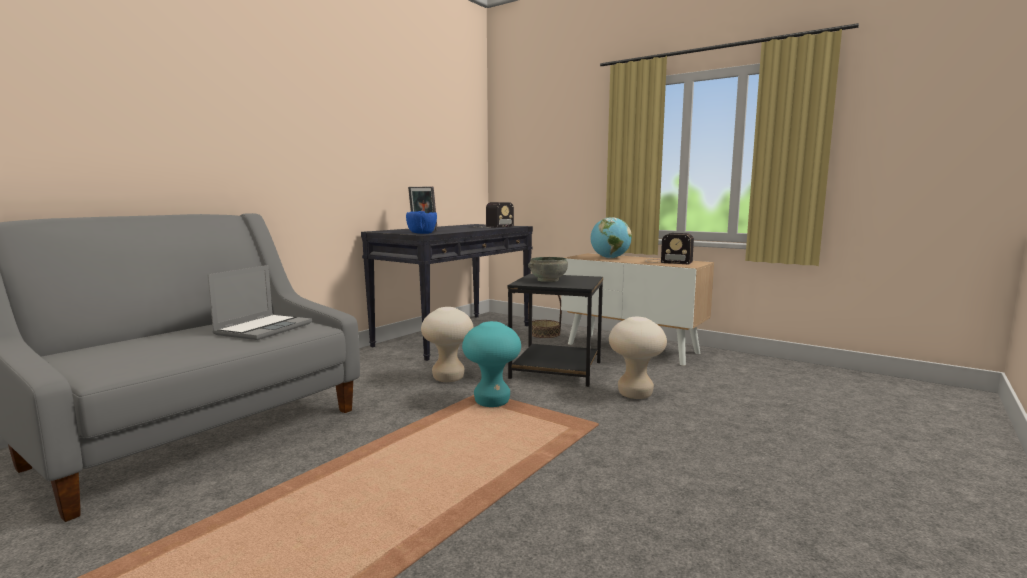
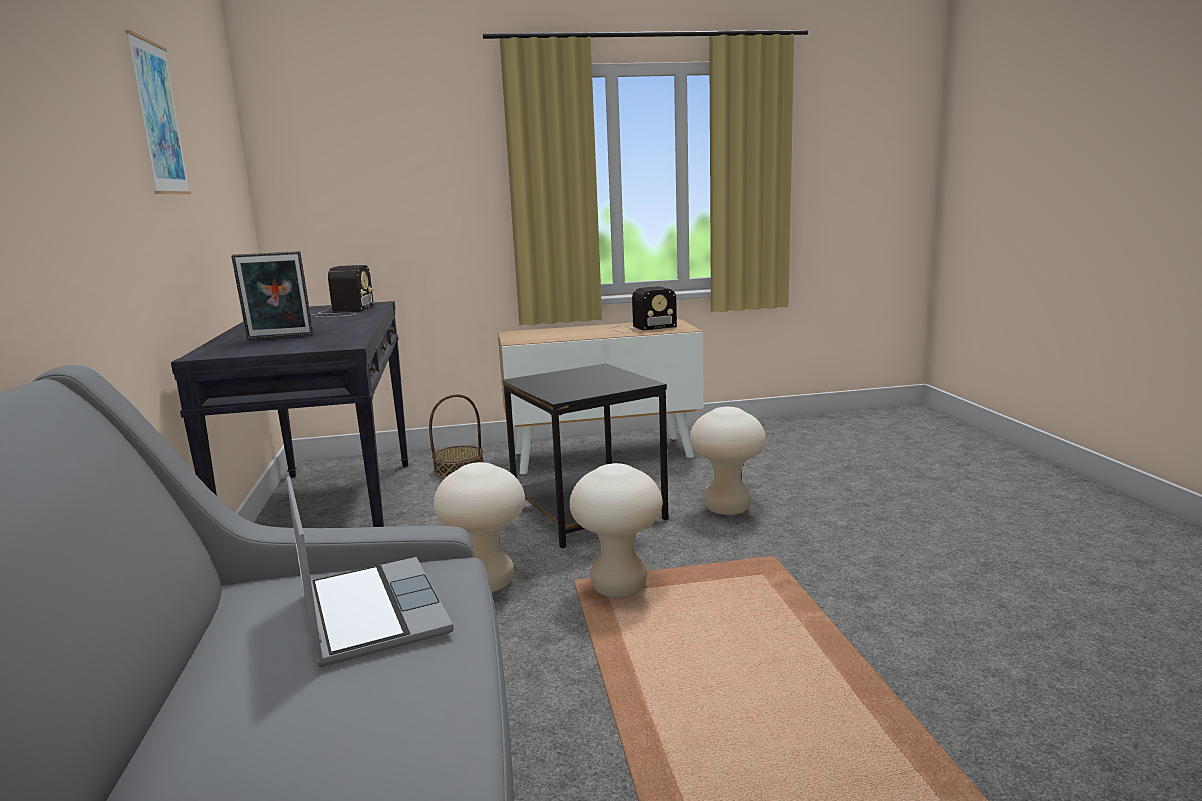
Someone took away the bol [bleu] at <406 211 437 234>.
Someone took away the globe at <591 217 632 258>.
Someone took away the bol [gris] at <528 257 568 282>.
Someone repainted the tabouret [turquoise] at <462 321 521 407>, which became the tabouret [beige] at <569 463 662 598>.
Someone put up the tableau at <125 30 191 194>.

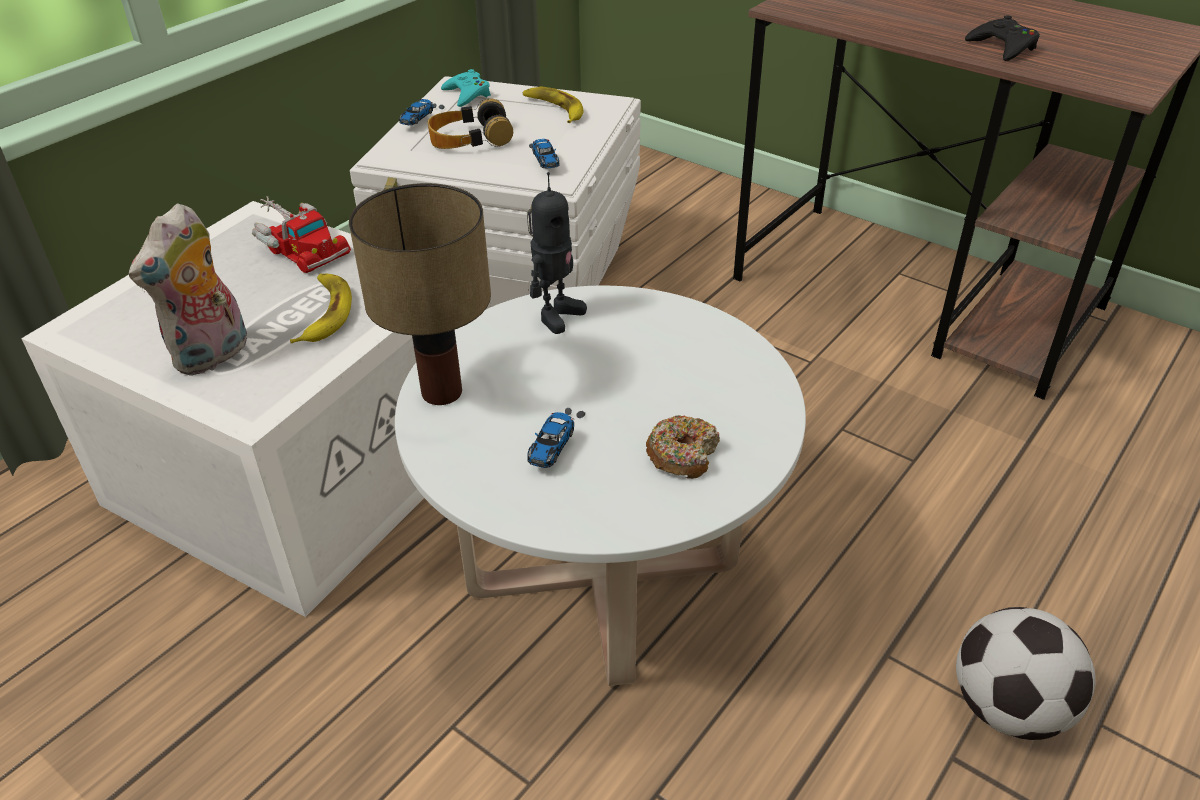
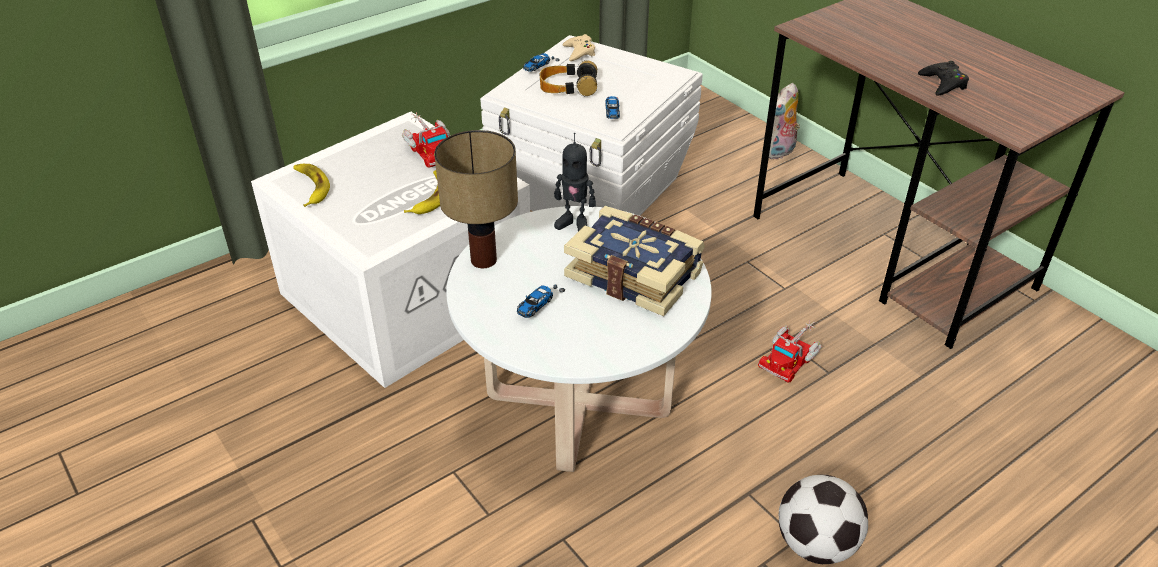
Someone repainted the manette [turquoise] at <441 69 491 107>, which became the manette [beige] at <563 34 595 61>.
Someone carried the banane from <523 87 583 123> to <293 164 330 207>.
Someone rotated the robot jouet at <530 172 587 334> by 60 degrees clockwise.
Someone carried the peluche from <129 203 247 376> to <762 83 800 160>.
Someone took away the beignet at <646 415 720 479>.
Someone put down the livre at <564 206 705 316>.
Someone put down the camion jouet at <758 320 822 382>.

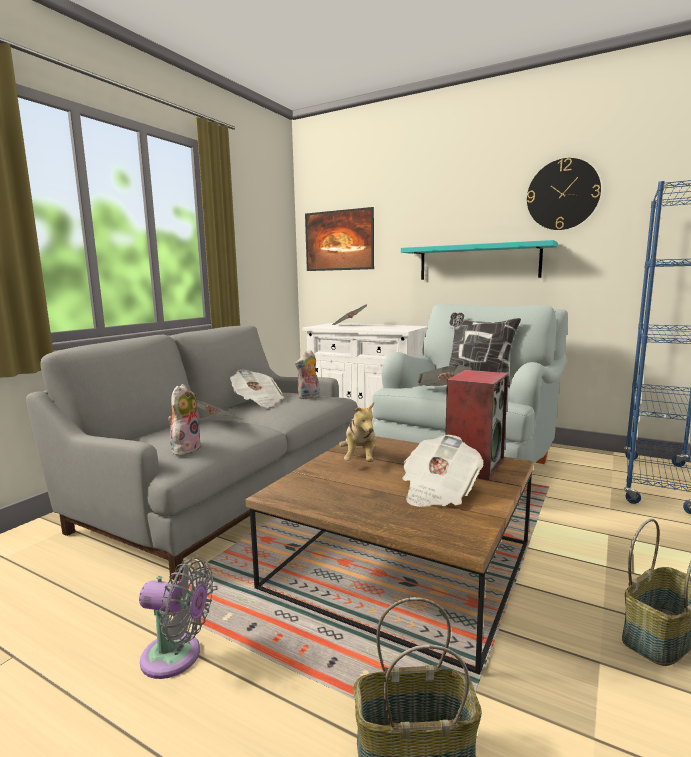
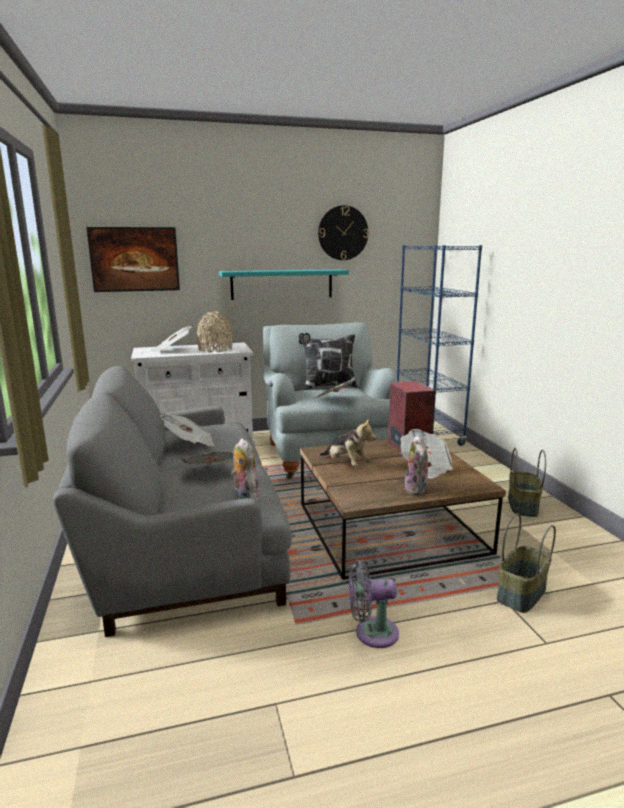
Someone carried the peluche from <295 350 320 399> to <404 435 432 495>.
Someone rotated the ventilateur [gris] at <139 557 213 679> by 150 degrees counterclockwise.
Someone put down the vase [beige] at <197 312 232 352>.

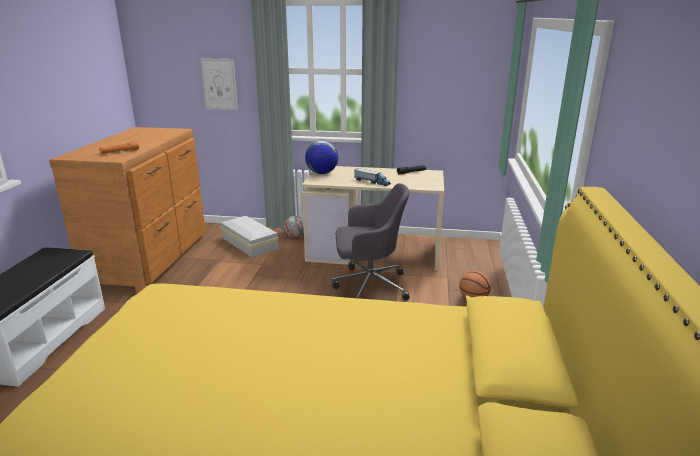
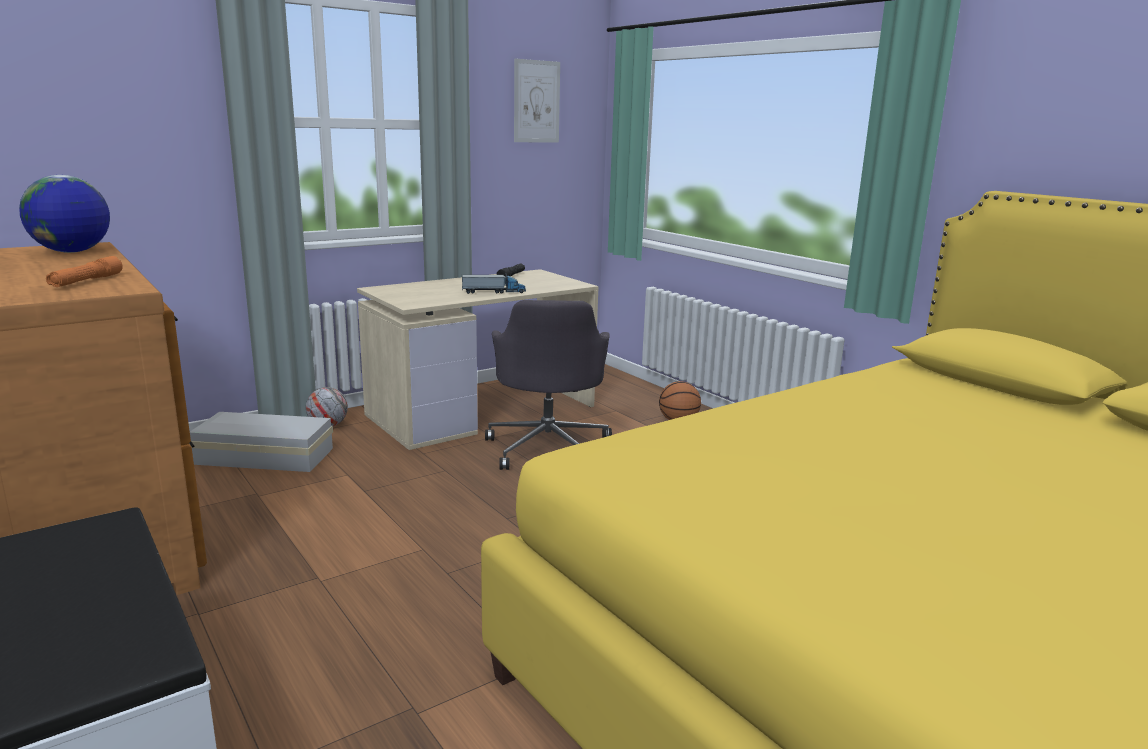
Someone carried the tableau from <200 59 238 110> to <514 58 560 143>.
Someone carried the globe from <305 140 338 174> to <19 175 110 253>.
Someone rotated the chaise de bureau [gris] at <332 183 410 300> by 135 degrees clockwise.

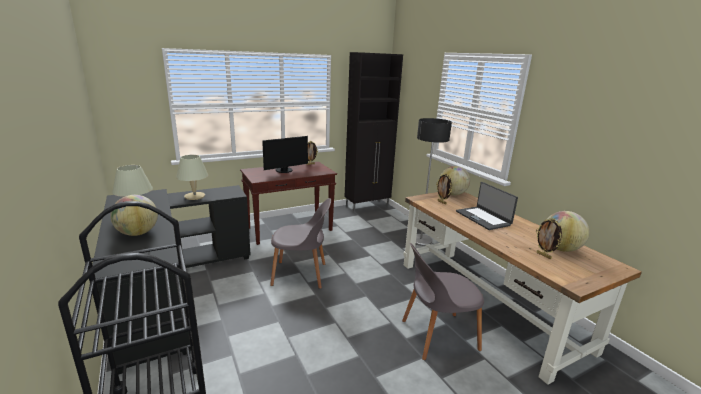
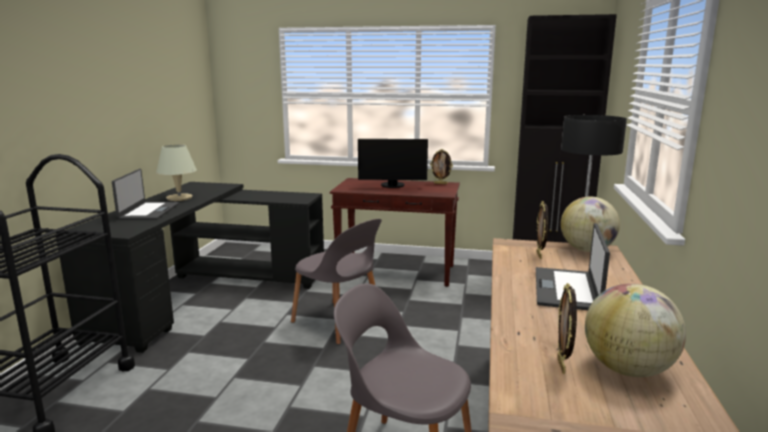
Someone took away the lampe de table [beige] at <176 155 209 200>.
Someone swapped the globe at <110 195 158 236> for the ordinateur portable at <112 169 179 220>.

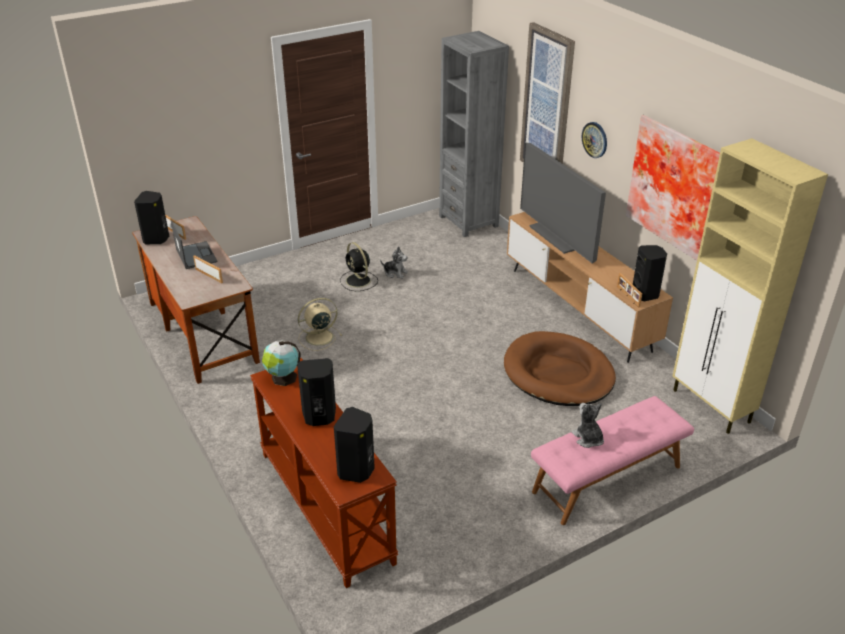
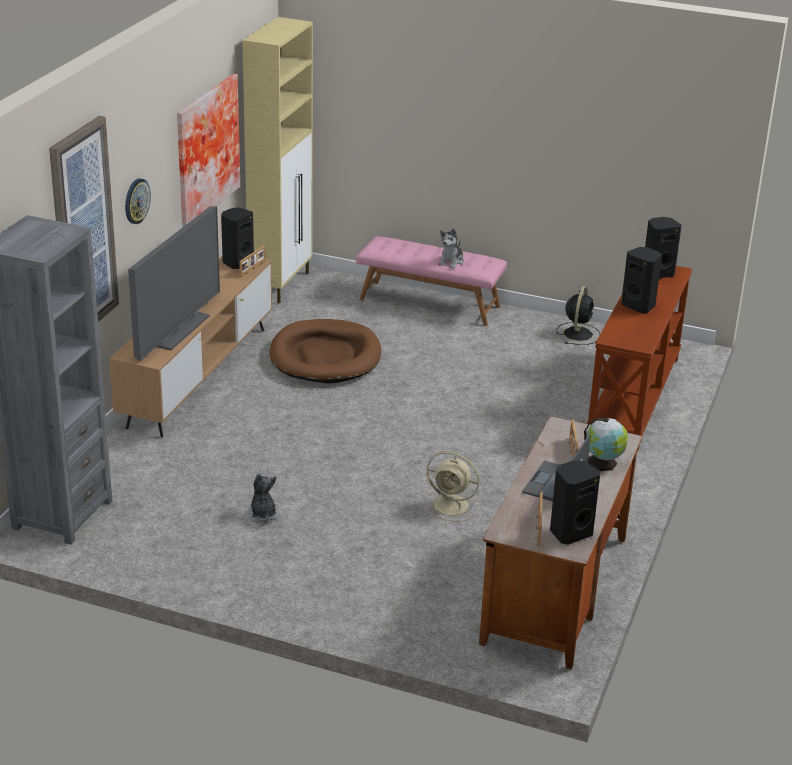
Someone carried the ventilateur [noir] from <340 242 378 291> to <556 286 600 345>.
Someone carried the globe from <262 341 301 386> to <584 418 628 471>.

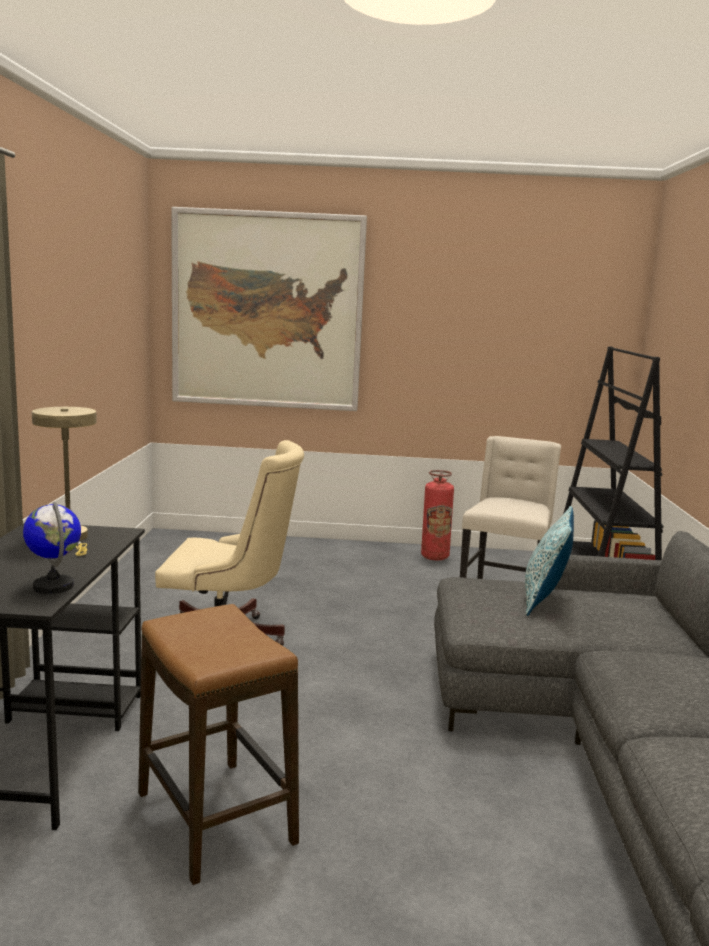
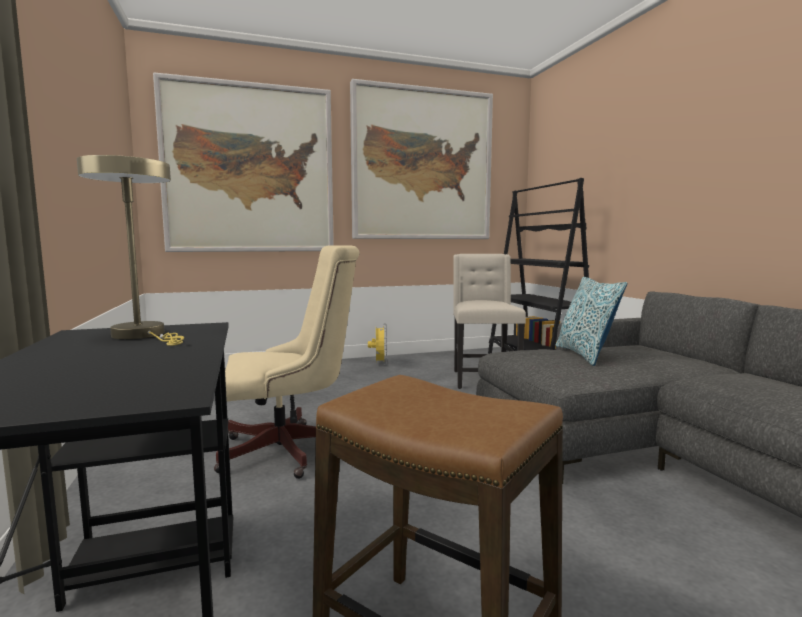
Someone took away the extincteur at <421 470 454 560>.
Someone took away the globe at <23 501 81 594>.
Someone put up the tableau at <350 79 493 239>.
Someone put down the ventilateur [jaune] at <368 323 387 365>.

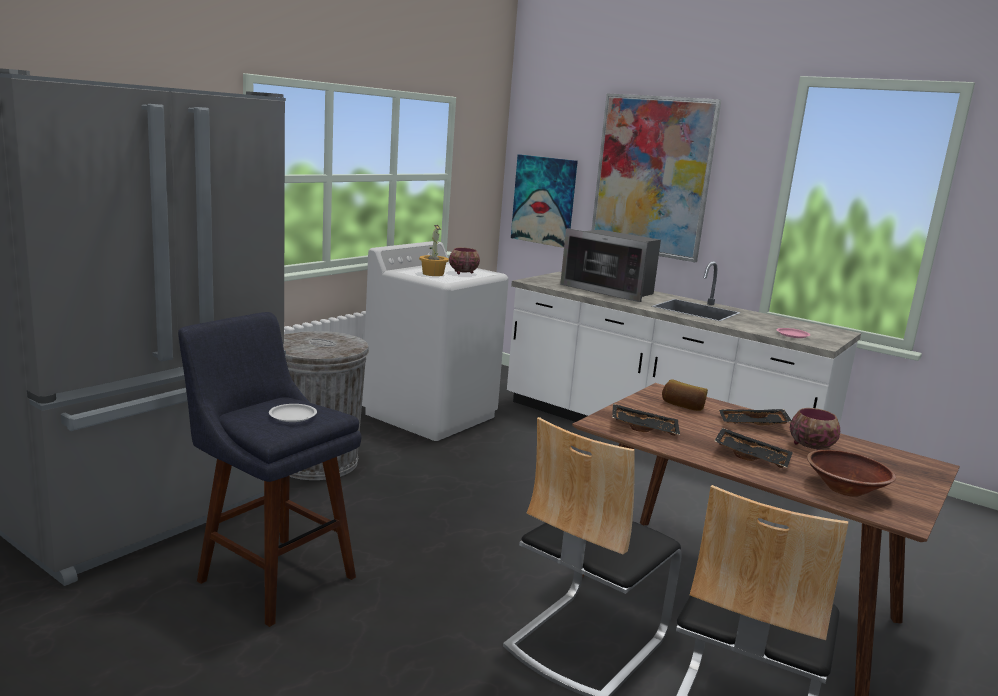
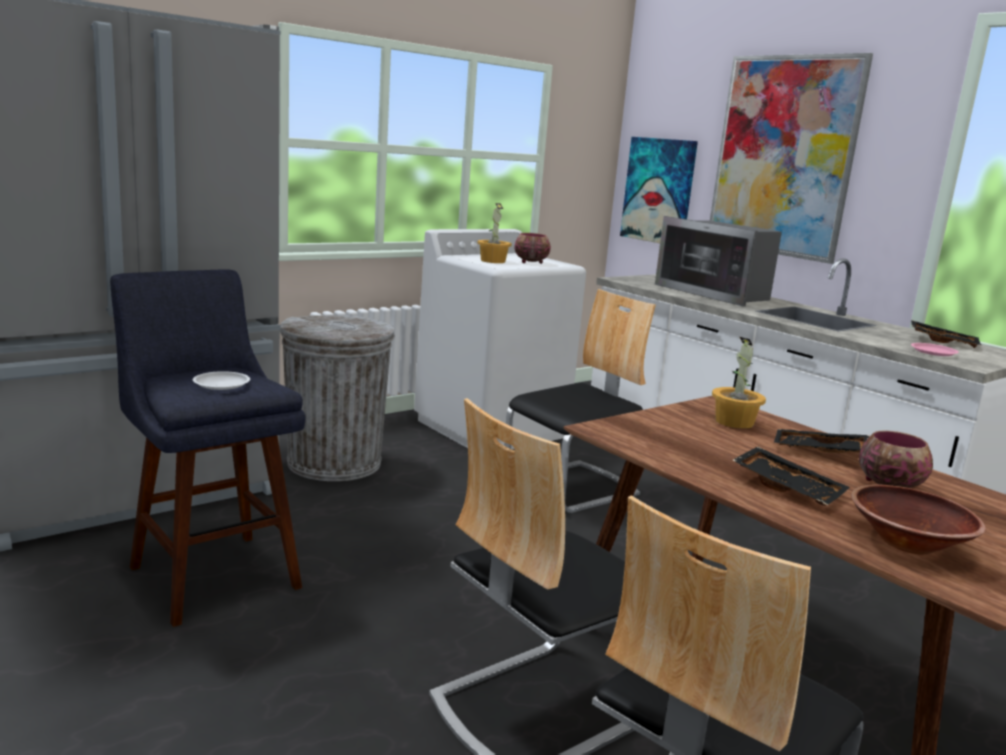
Someone swapped the pain at <662 380 708 411> for the plante en pot at <712 337 766 429>.
Someone carried the plateau [noir] from <612 404 680 436> to <911 320 982 348>.
Someone put down the chaise at <504 289 656 513>.

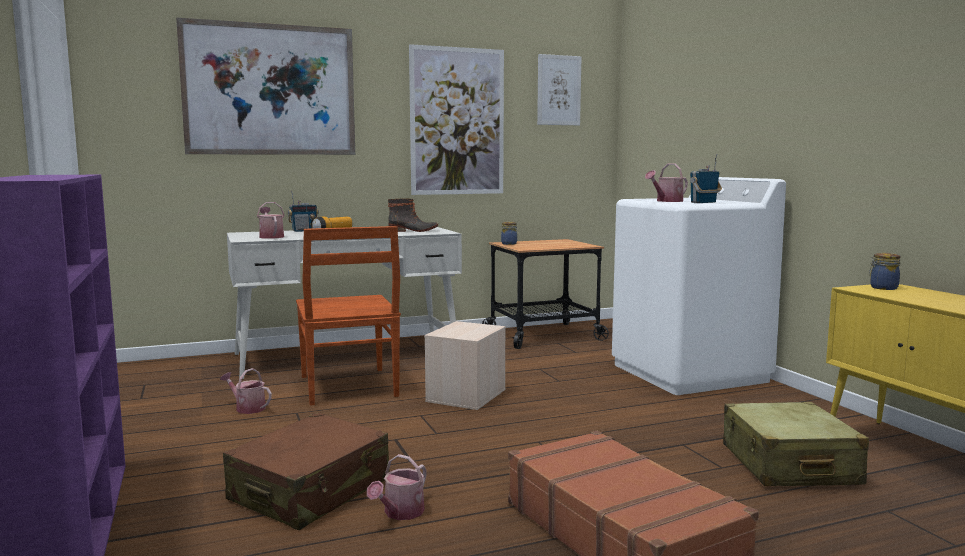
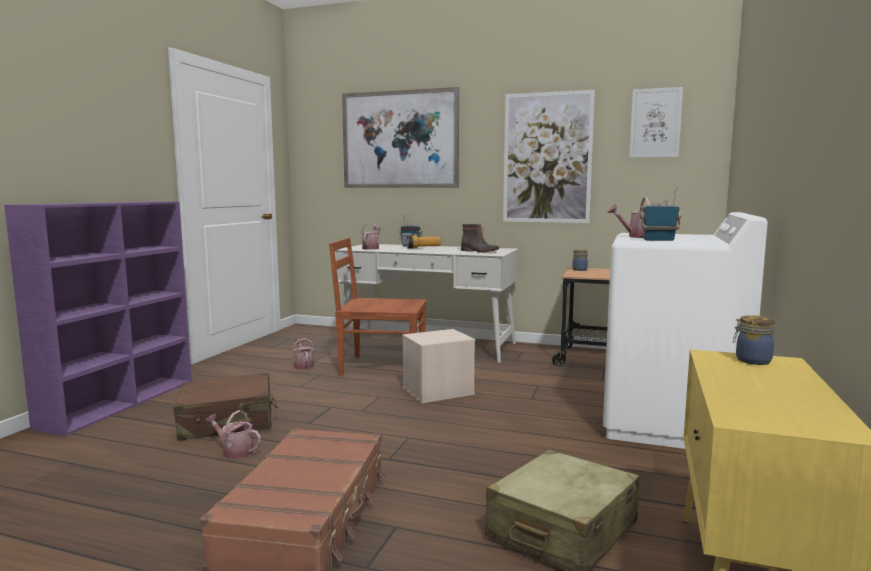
Someone rotated the chaise [marron] at <296 226 401 406> by 75 degrees clockwise.
Someone rotated the arrosoir at <367 454 427 520> by 45 degrees clockwise.

